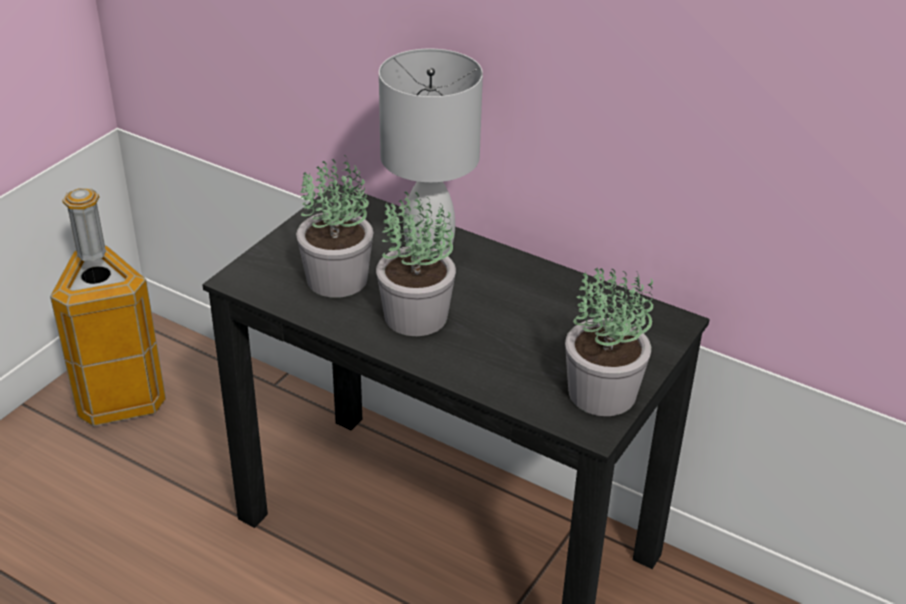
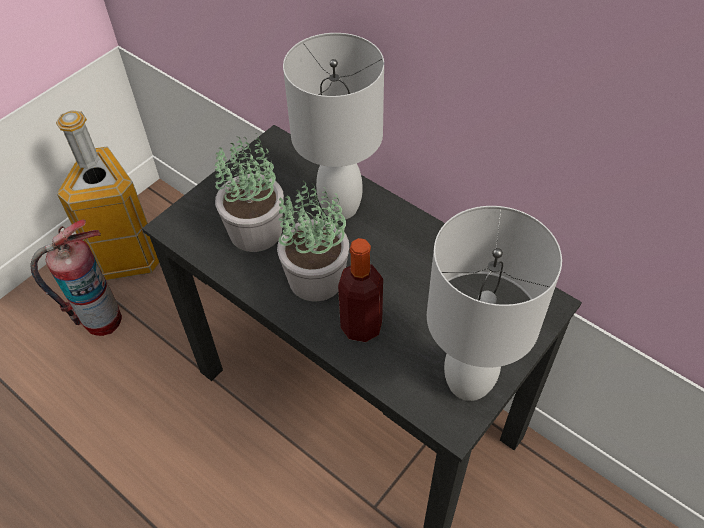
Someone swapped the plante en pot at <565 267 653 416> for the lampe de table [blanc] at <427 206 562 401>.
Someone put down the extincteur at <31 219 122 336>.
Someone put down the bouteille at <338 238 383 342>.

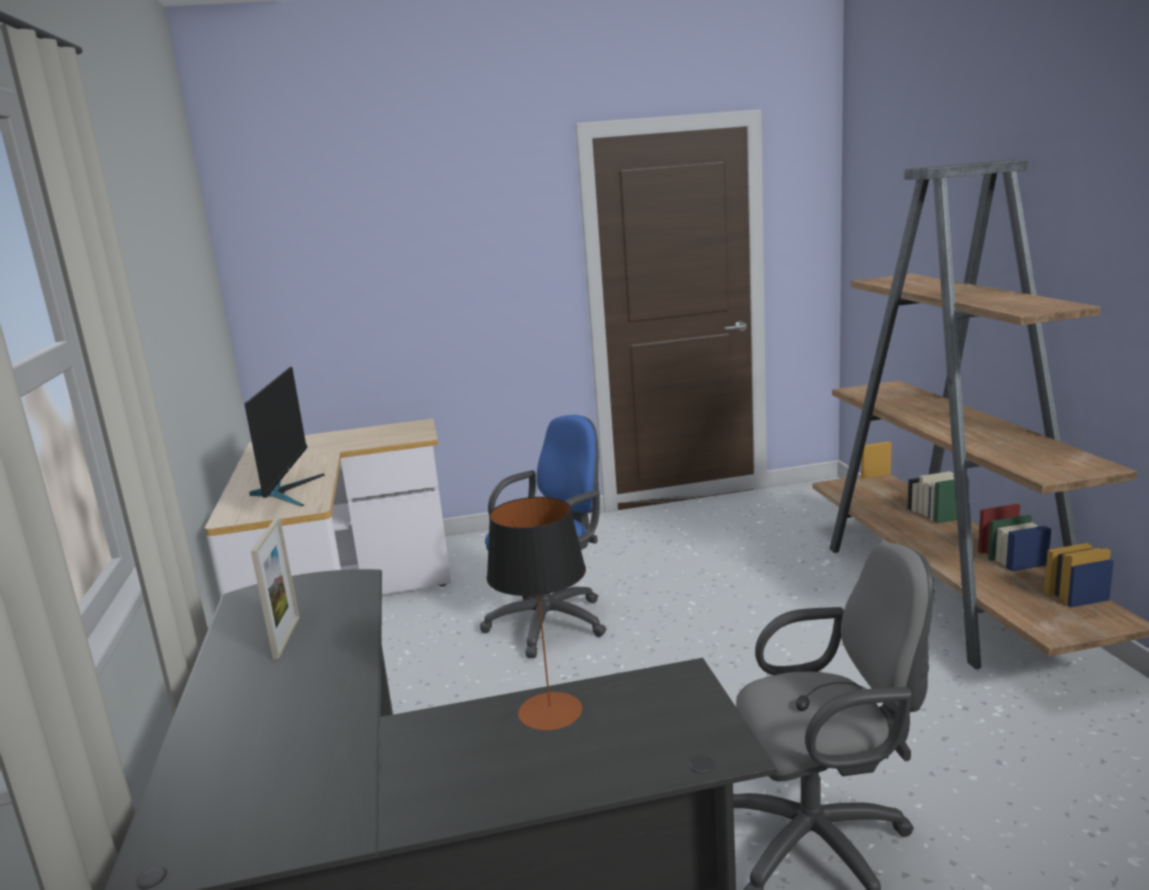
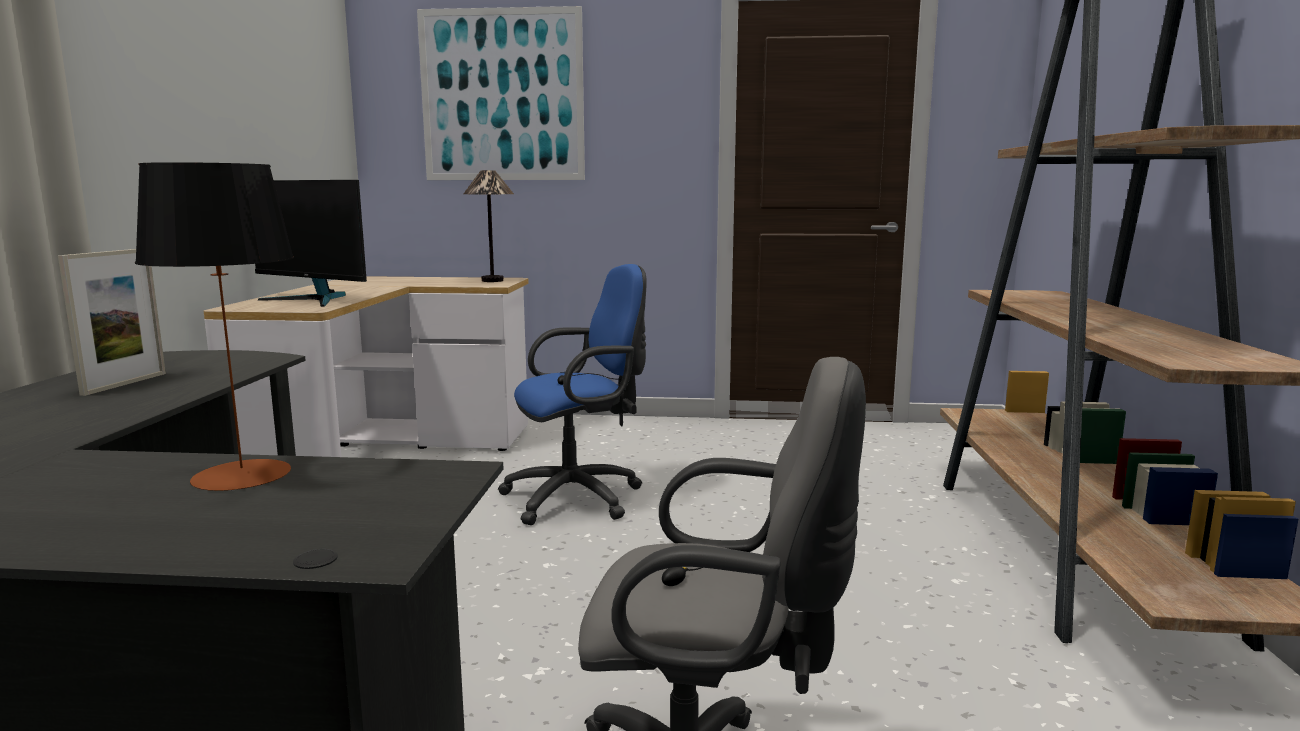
Someone rotated the écran d'ordinateur at <244 367 325 506> by 105 degrees clockwise.
Someone put up the tableau at <417 6 585 180>.
Someone put down the lampe de table at <464 170 514 282>.

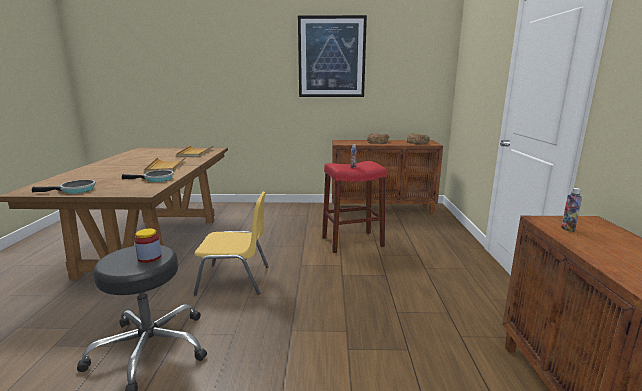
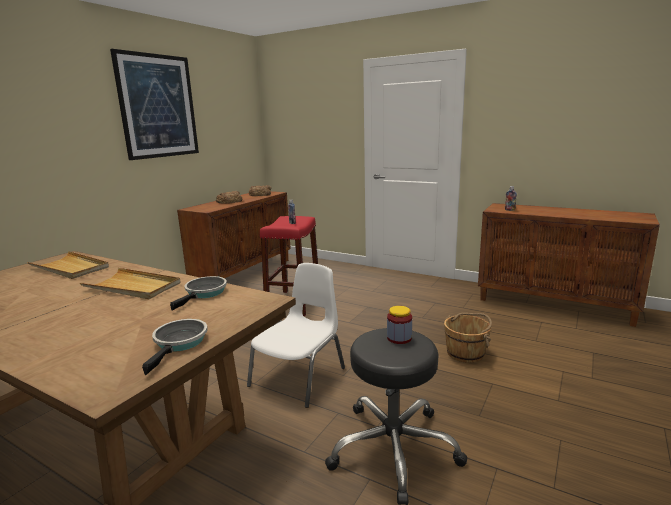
Someone repainted the chaise [jaune] at <194 191 269 295>, which became the chaise [blanc] at <247 263 345 408>.
Someone put down the seau [marron] at <444 313 492 363>.

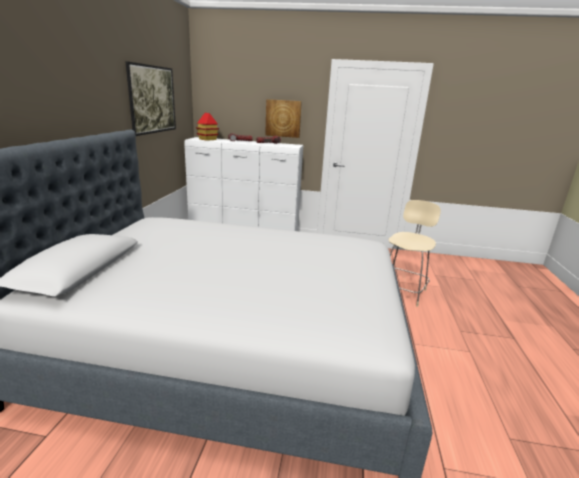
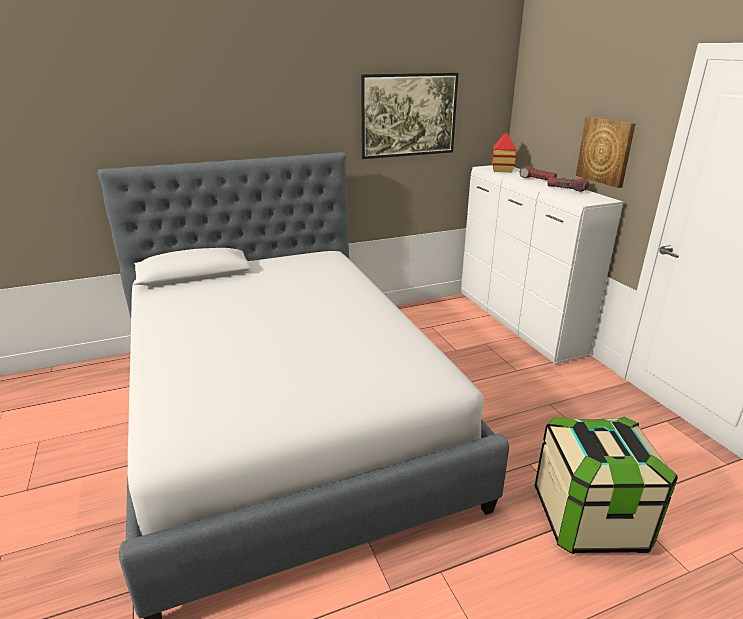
Someone swapped the chaise [beige] at <388 200 441 307> for the boîte de rangement at <534 417 678 554>.

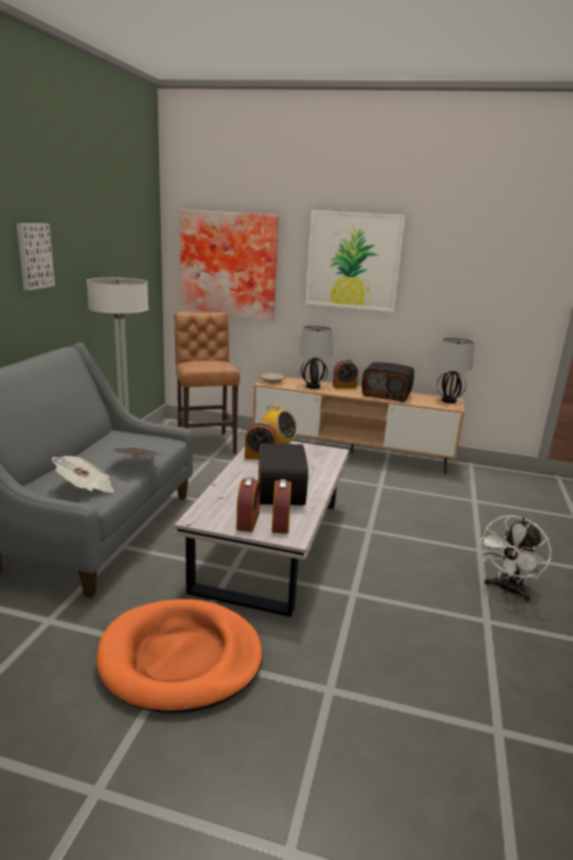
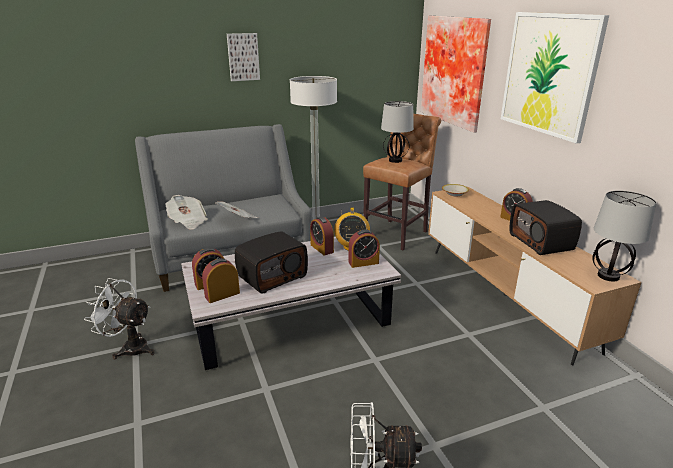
Someone carried the lampe de table from <299 326 332 389> to <381 101 414 163>.
Someone swapped the panier pour chien [orange] at <97 599 262 713> for the ventilateur [blanc] at <84 278 155 359>.
Someone put down the réveil at <348 230 380 268>.

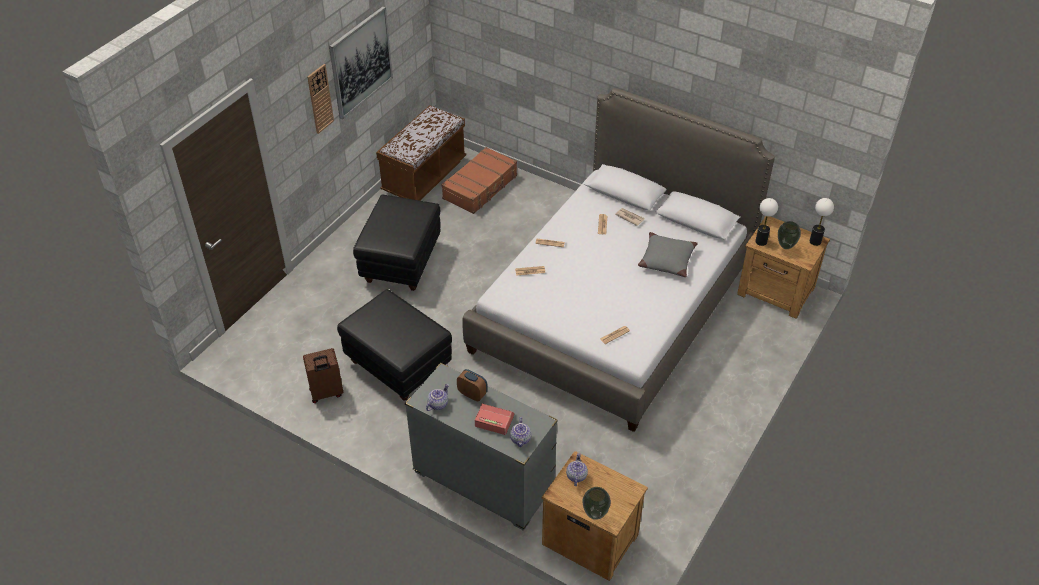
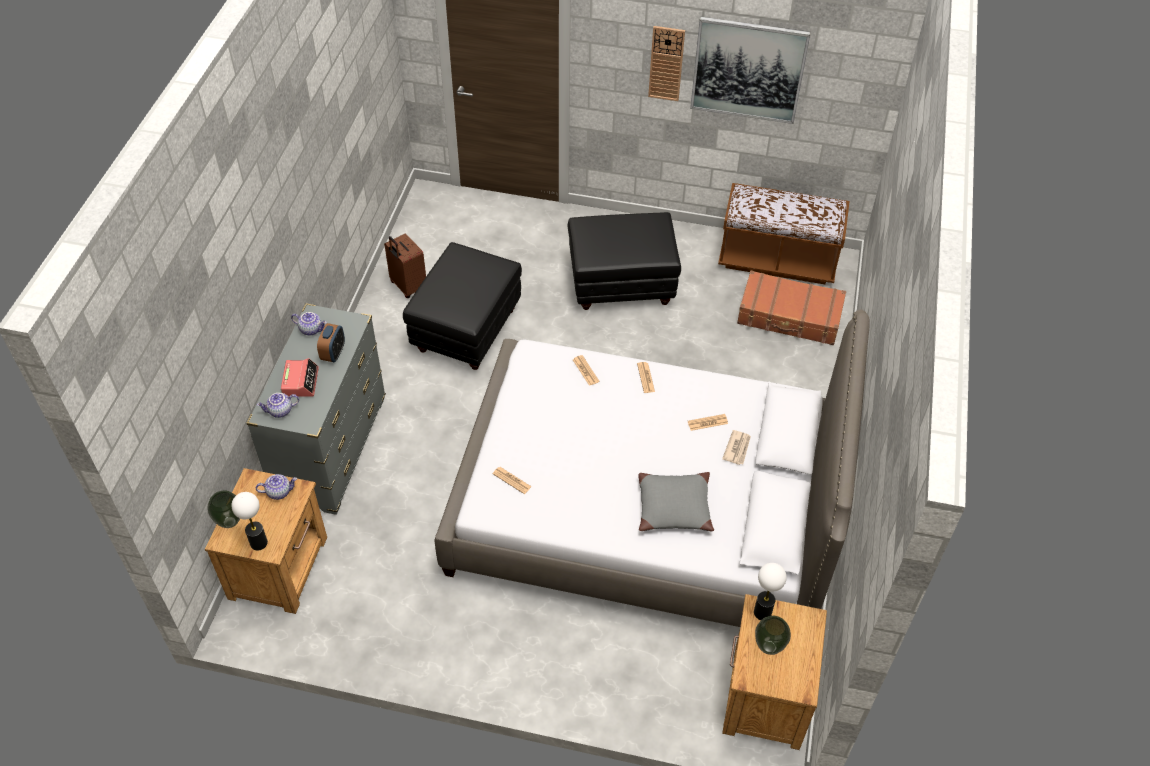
Someone carried the lampe de table from <810 198 834 246> to <231 492 268 550>.

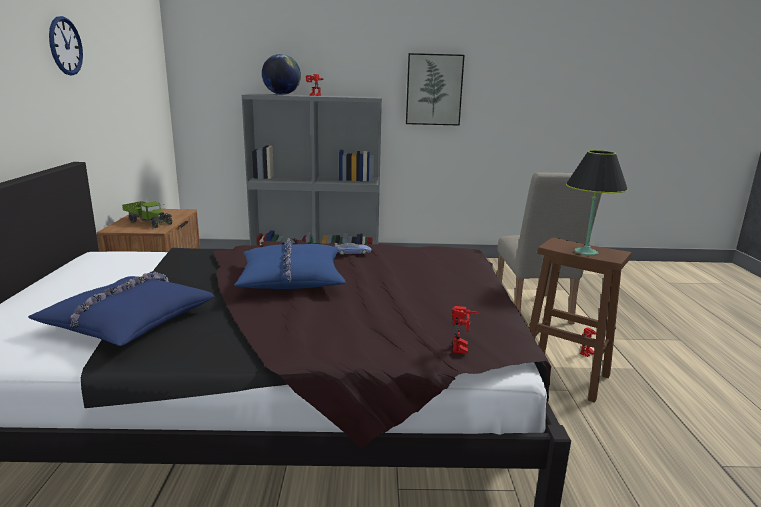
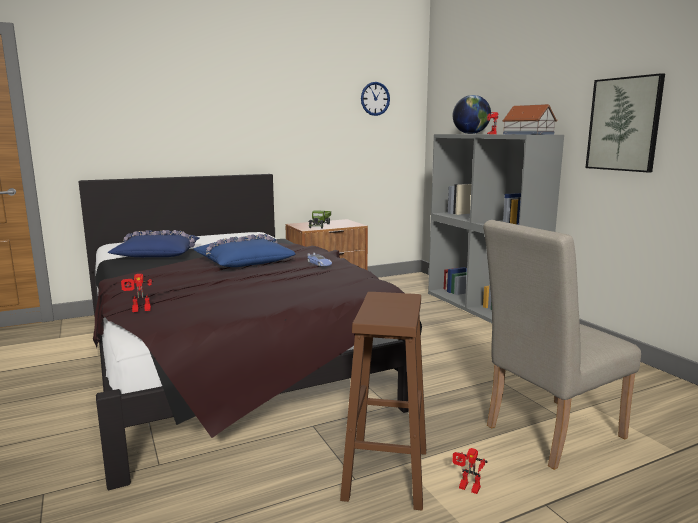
Someone carried the horloge murale from <49 16 83 75> to <361 82 390 116>.
Someone took away the lampe de table [noir] at <566 150 628 255>.
Someone put down the maison miniature at <502 104 557 134>.

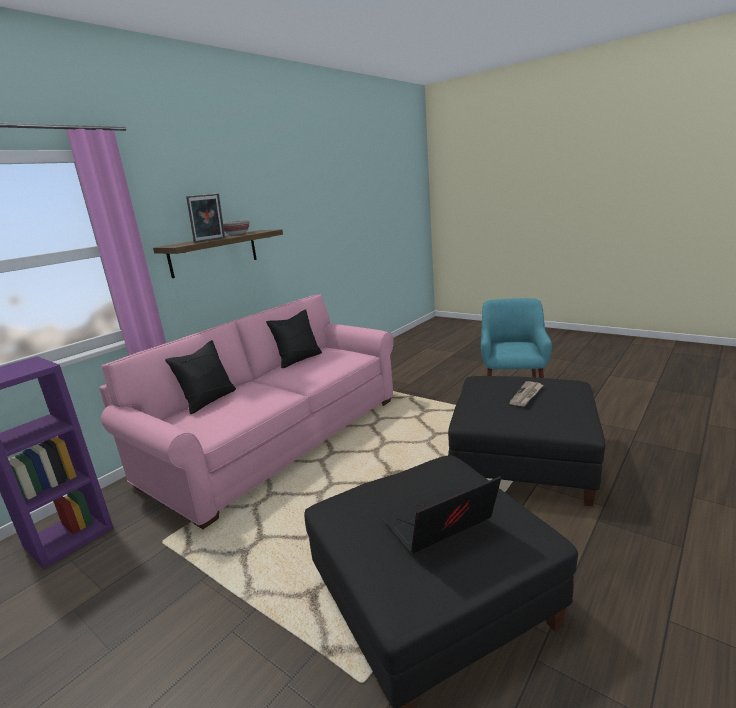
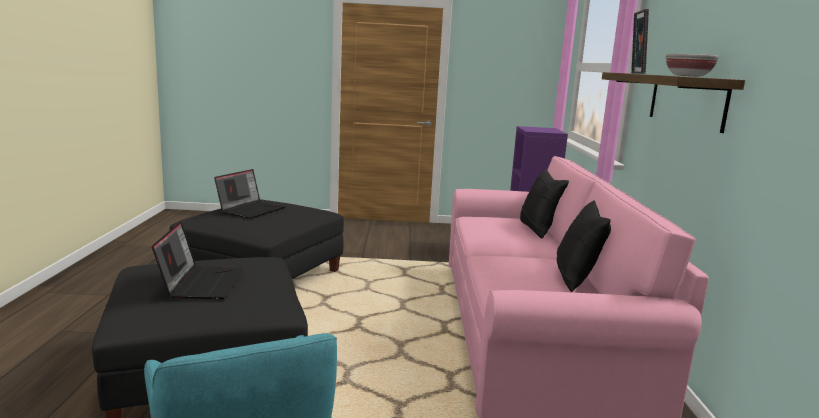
Someone swapped the journal at <509 381 543 407> for the ordinateur portable at <152 222 244 299>.

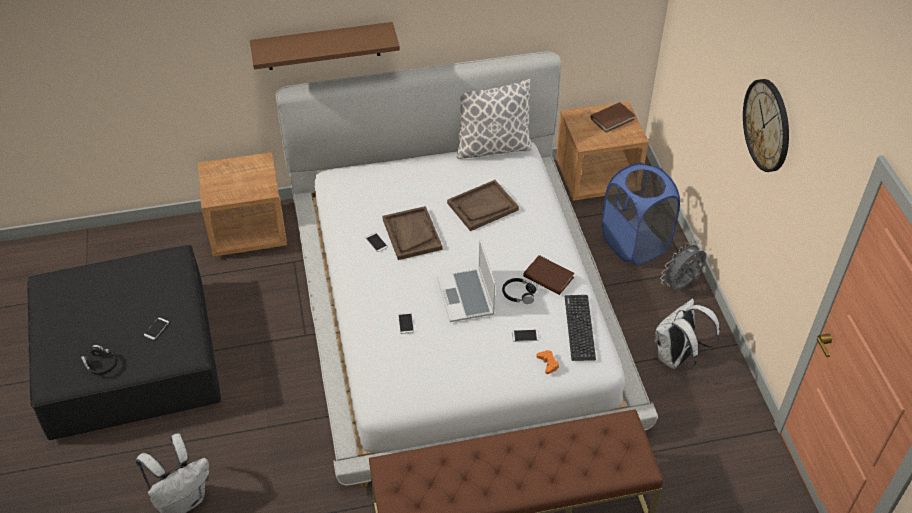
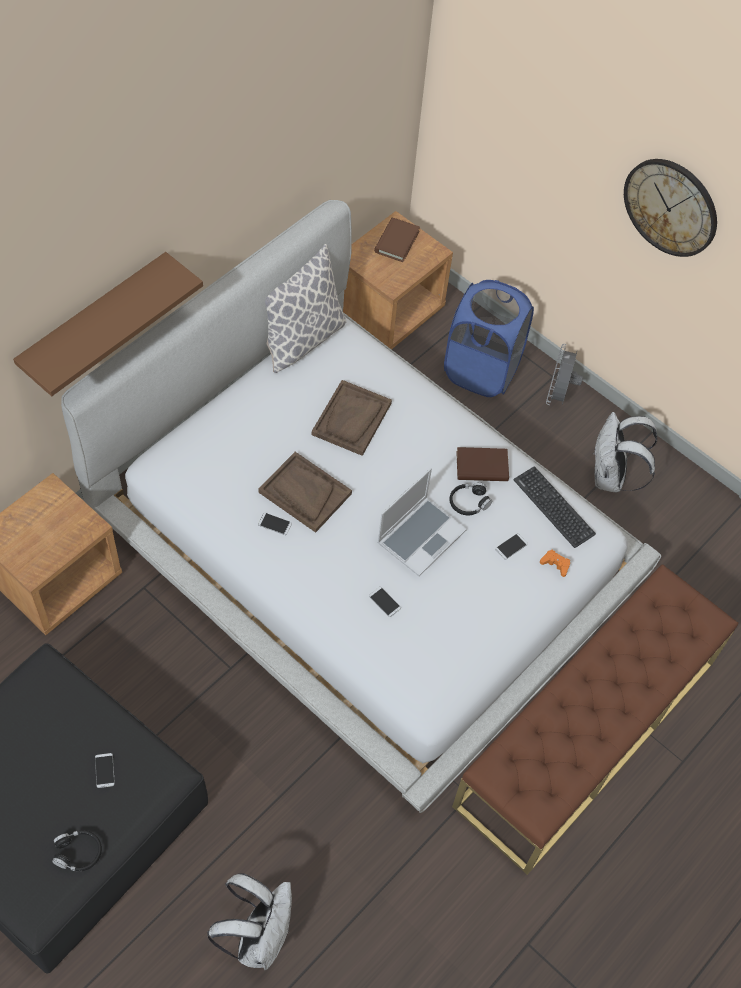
Someone rotated the ordinateur portable at <437 239 496 322> by 90 degrees counterclockwise.

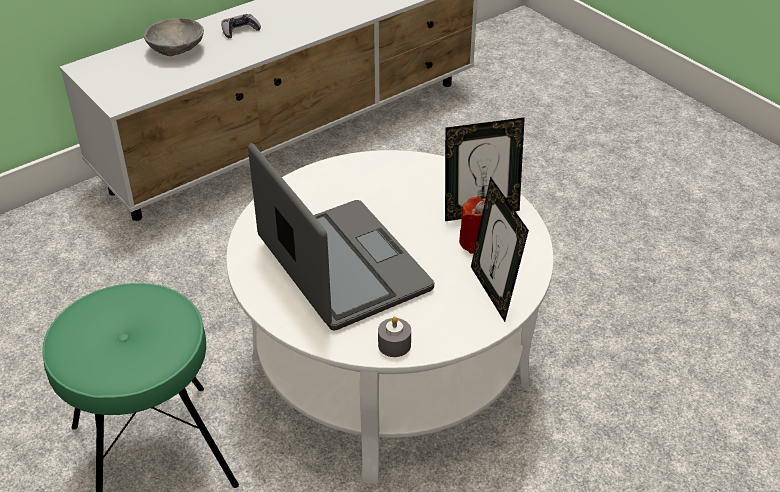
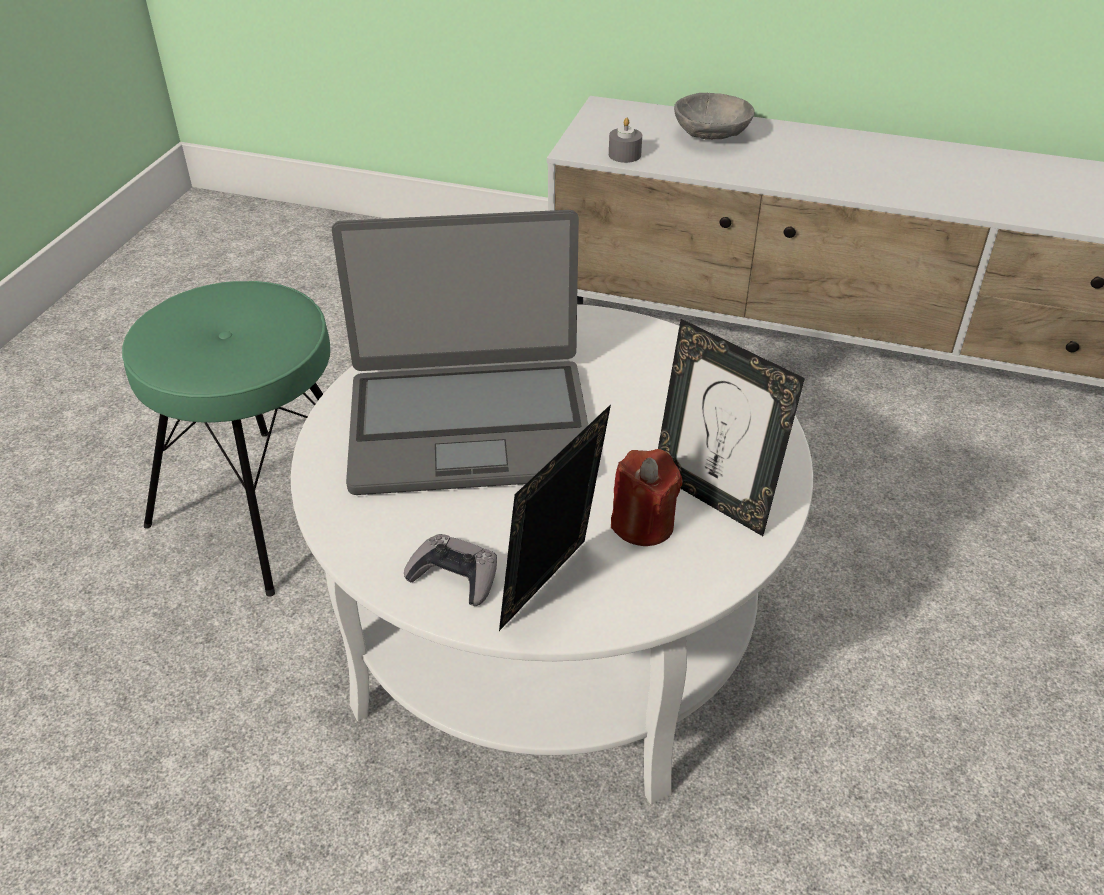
Someone carried the manette [gris] from <221 14 261 38> to <404 534 497 606>.
Someone rotated the ordinateur portable at <248 143 434 331> by 60 degrees clockwise.
Someone carried the bougie [gris] from <378 316 411 357> to <609 118 642 163>.

